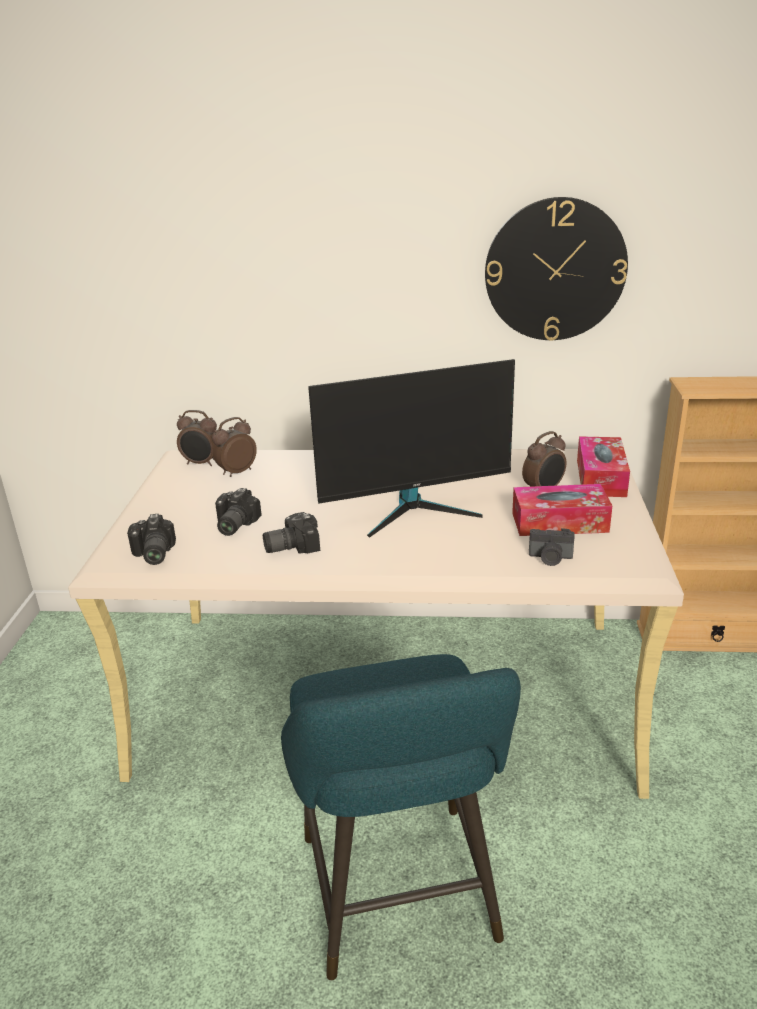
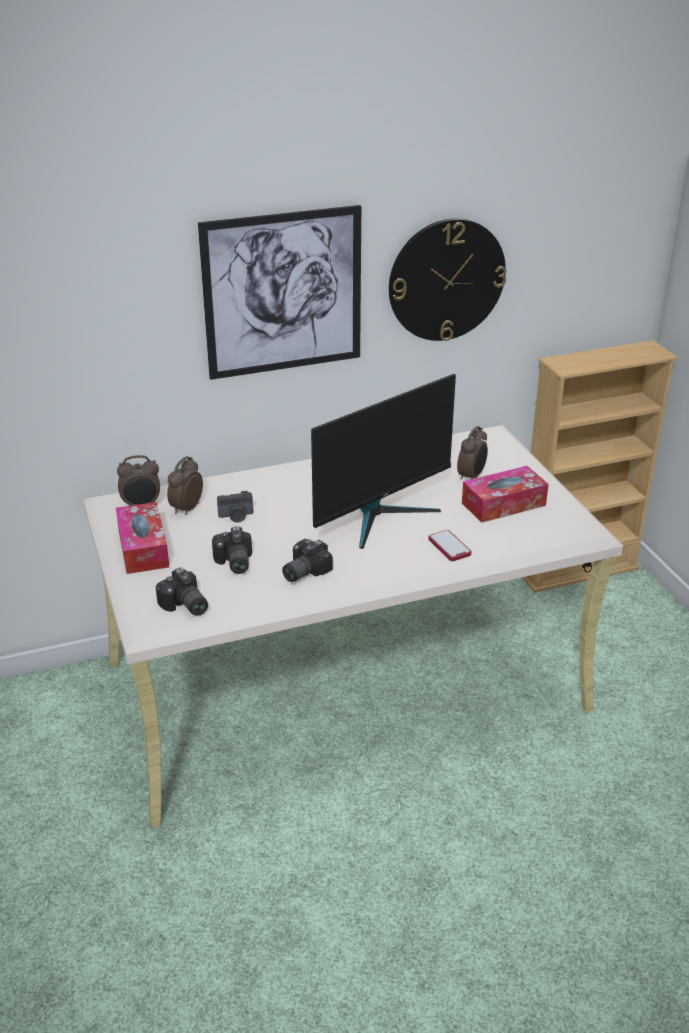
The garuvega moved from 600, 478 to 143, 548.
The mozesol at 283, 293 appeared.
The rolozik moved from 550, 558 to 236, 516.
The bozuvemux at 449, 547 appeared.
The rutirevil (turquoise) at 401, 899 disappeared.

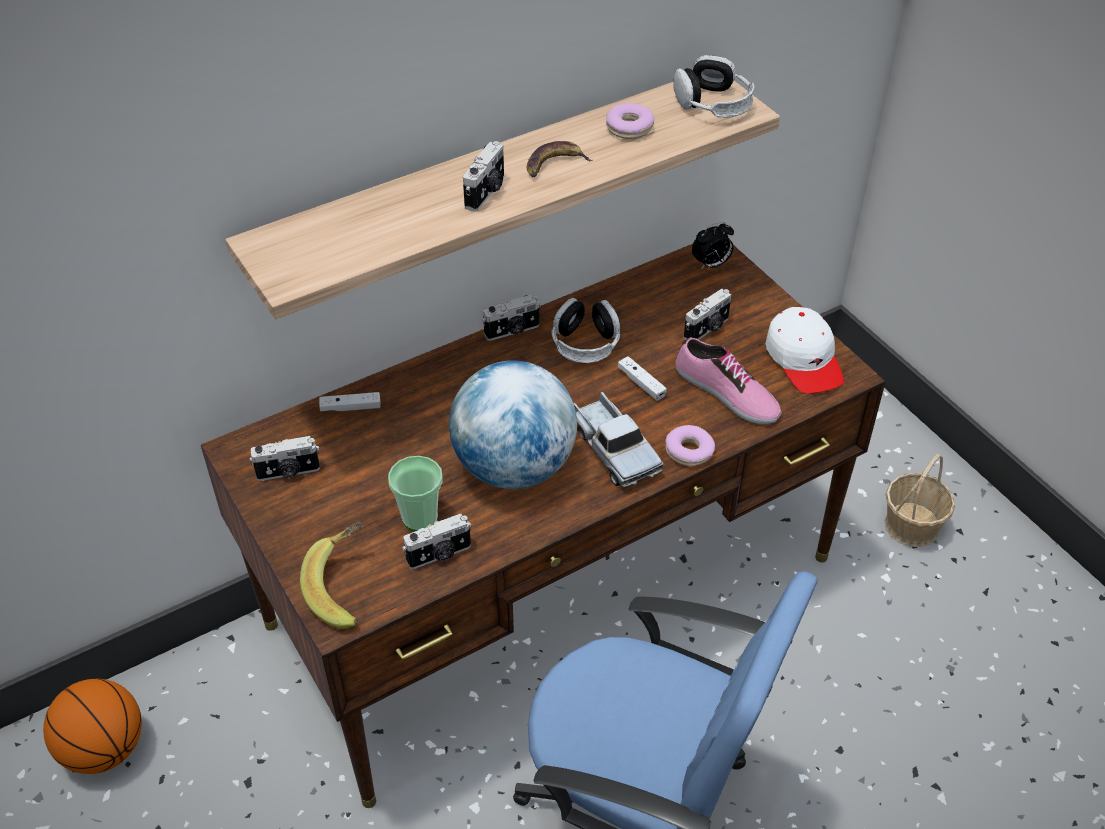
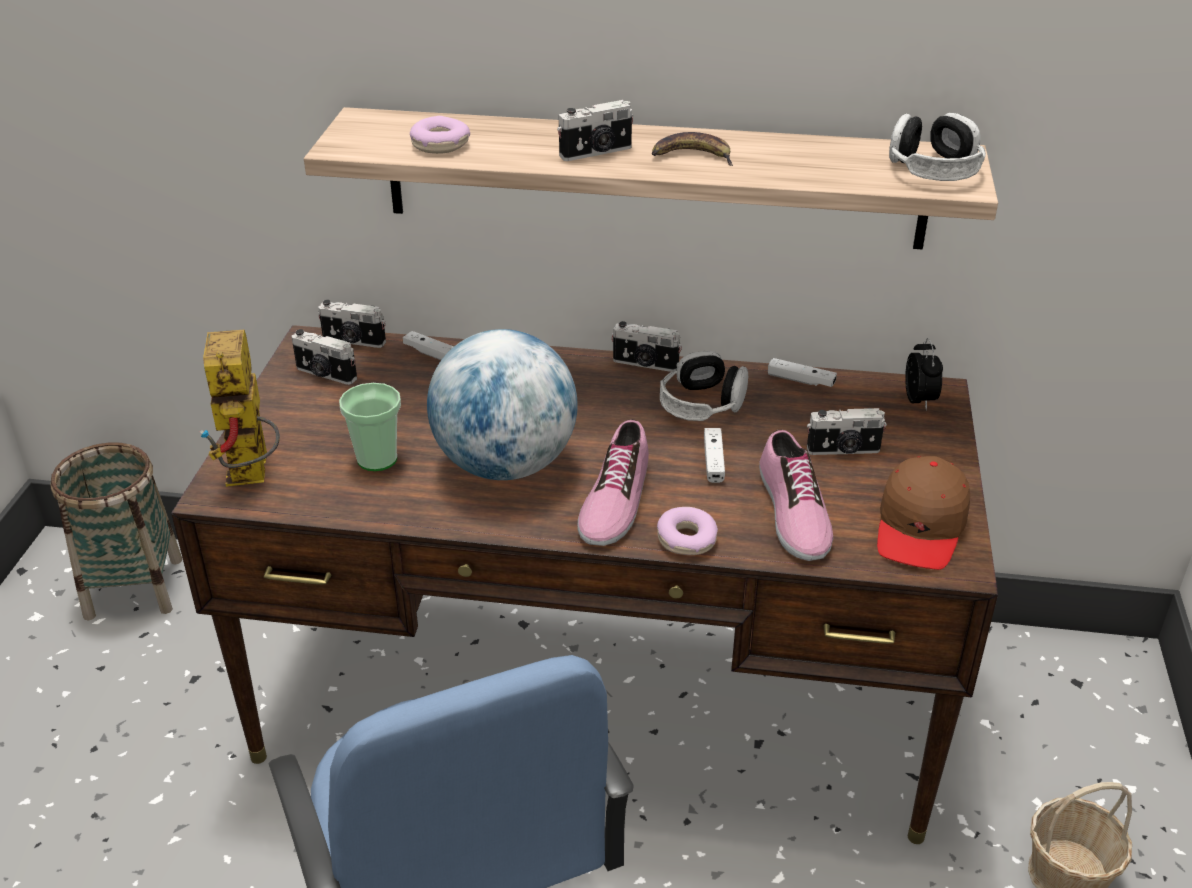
The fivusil at 104, 749 was replaced by the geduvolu at 134, 587.
The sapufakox at 346, 588 was replaced by the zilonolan at 253, 476.
The rolozik moved from 439, 555 to 353, 341.
The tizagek moved from 629, 128 to 440, 144.
The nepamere at 614, 450 was replaced by the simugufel at 614, 499.
The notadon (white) at 801, 380 appeared.
The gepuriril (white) at 804, 359 became the gepuriril (brown) at 920, 527.
The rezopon at 711, 265 turned 105 degrees counterclockwise.

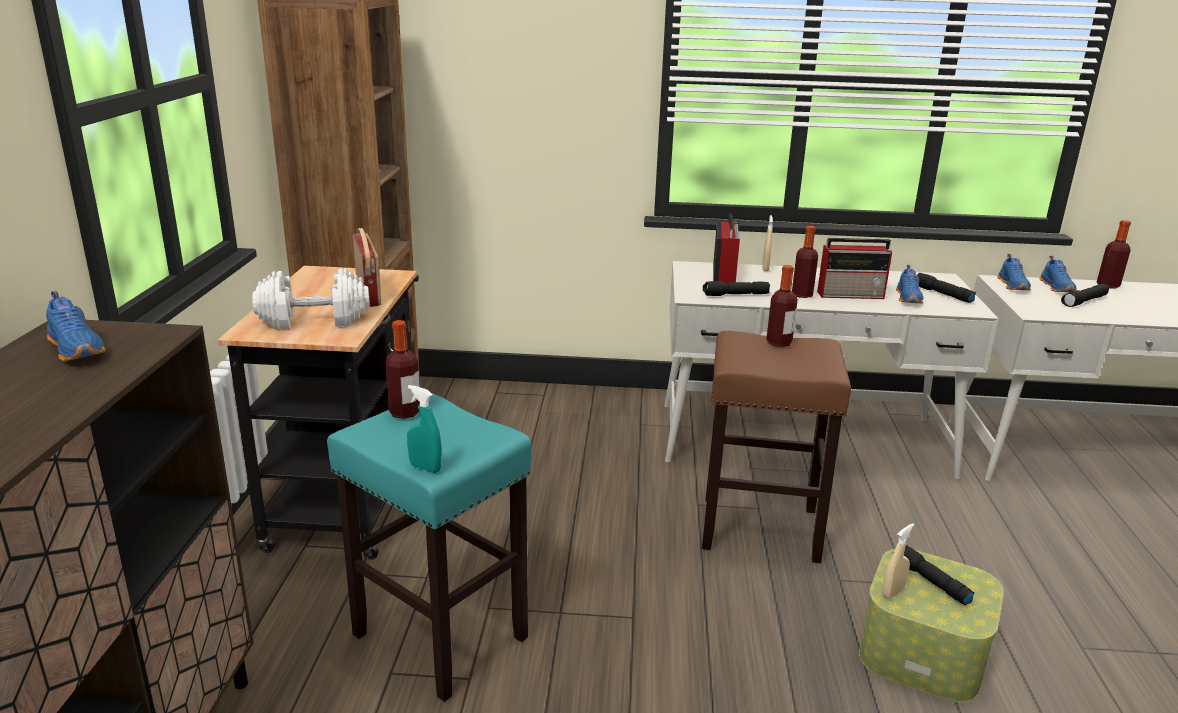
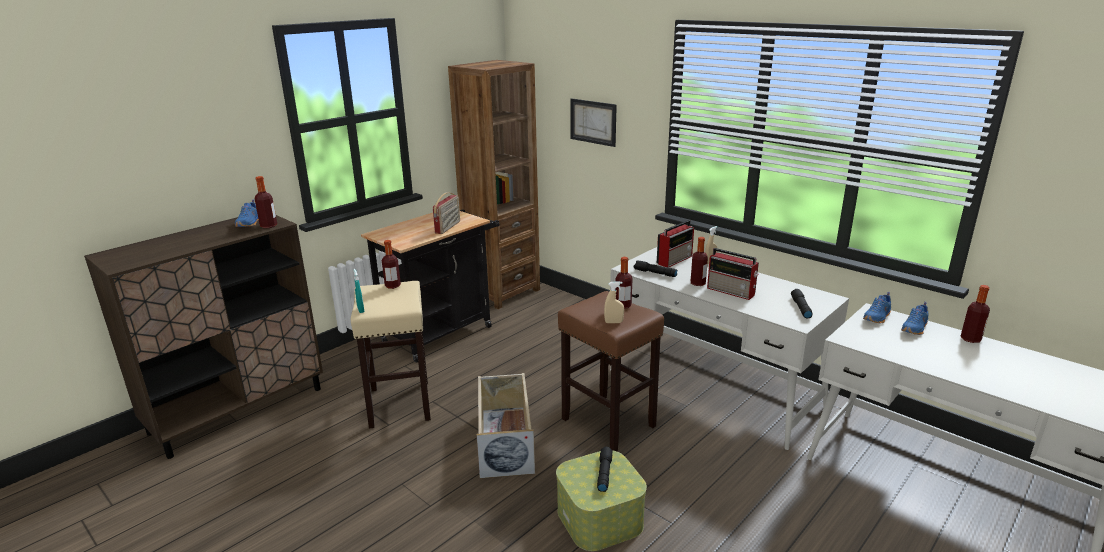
The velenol at 268, 226 appeared.
The rutirevil (turquoise) at 438, 635 became the rutirevil (beige) at 399, 403.
The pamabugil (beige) at 504, 441 appeared.
The mozesol at 593, 122 appeared.
The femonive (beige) moved from 892, 592 to 613, 322.
The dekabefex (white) at 314, 319 disappeared.
The simugufel (blue) at 909, 298 disappeared.
The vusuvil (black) at 1084, 302 disappeared.

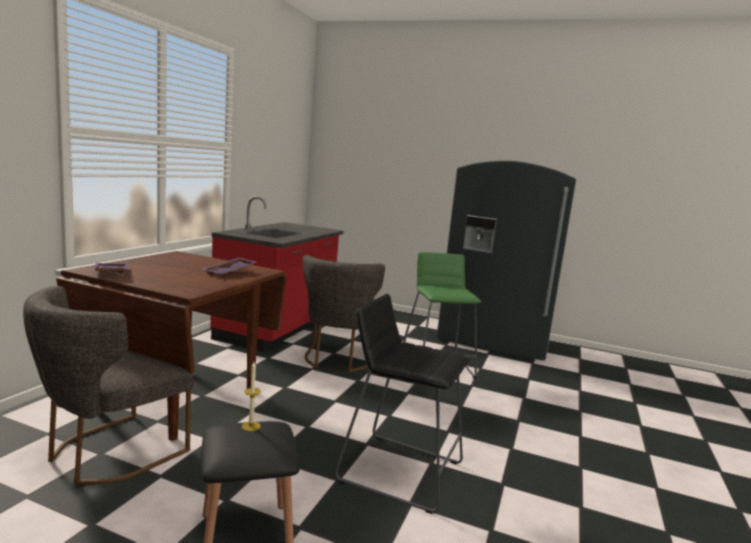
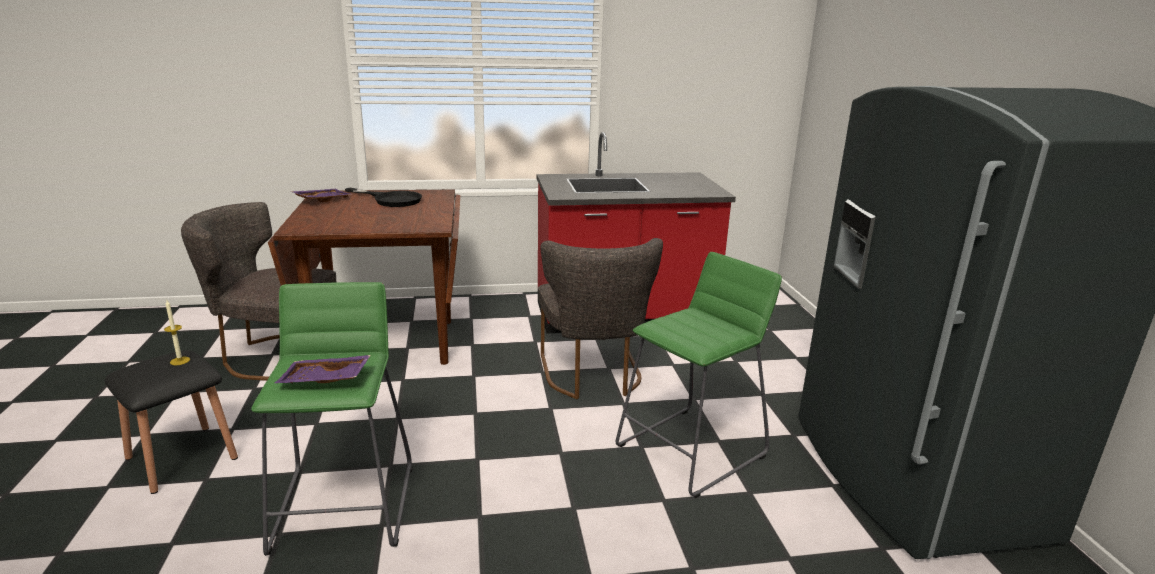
The rutirevil (black) at 400, 471 became the rutirevil (green) at 344, 507.
The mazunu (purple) moved from 230, 273 to 324, 380.
The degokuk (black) at 391, 200 appeared.
The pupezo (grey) at 337, 359 turned 75 degrees counterclockwise.

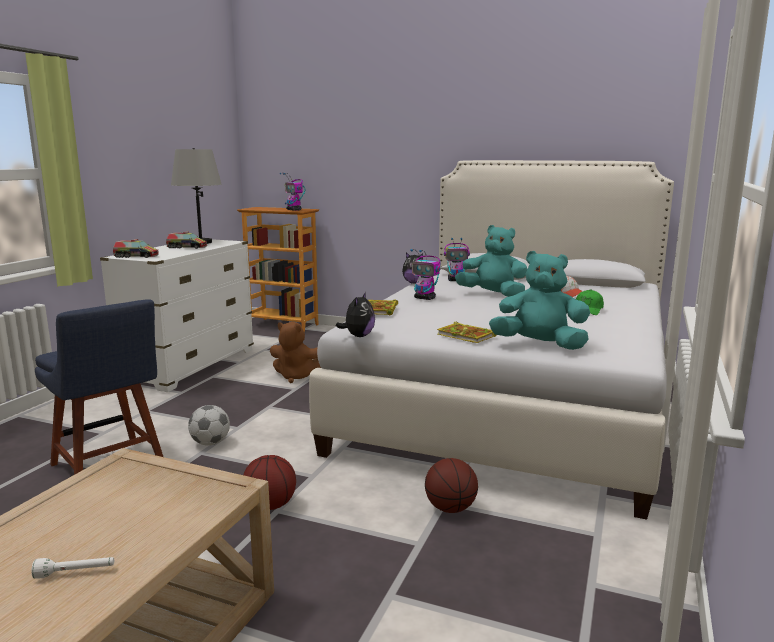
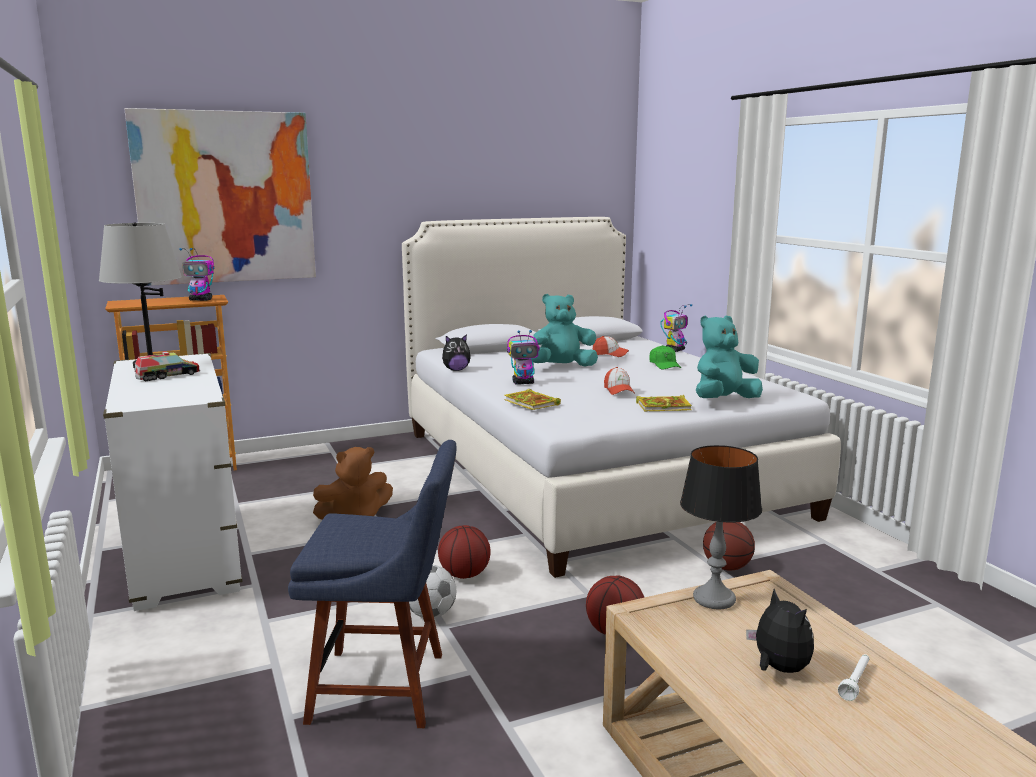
The mozesol at 225, 197 appeared.
The fivusil at 464, 575 appeared.
The gepuriril at 618, 390 appeared.
The zilonolan moved from 456, 280 to 675, 350.
The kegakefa at 714, 598 appeared.
The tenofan moved from 358, 336 to 778, 668.
The nepamere at 136, 256 disappeared.

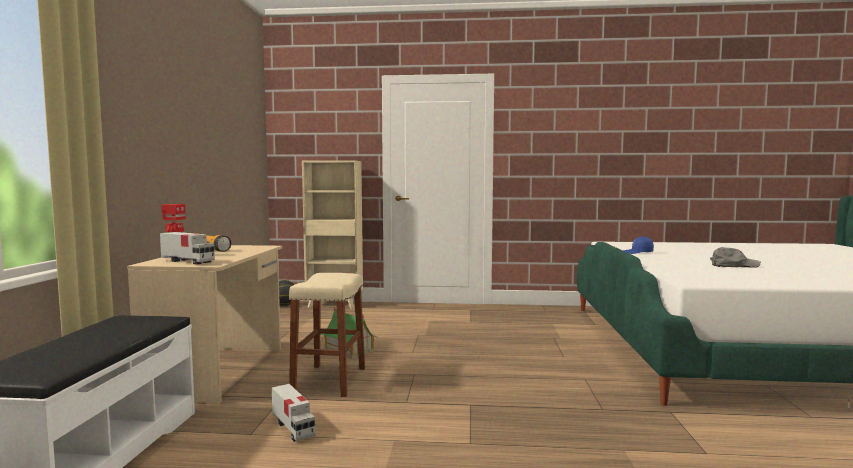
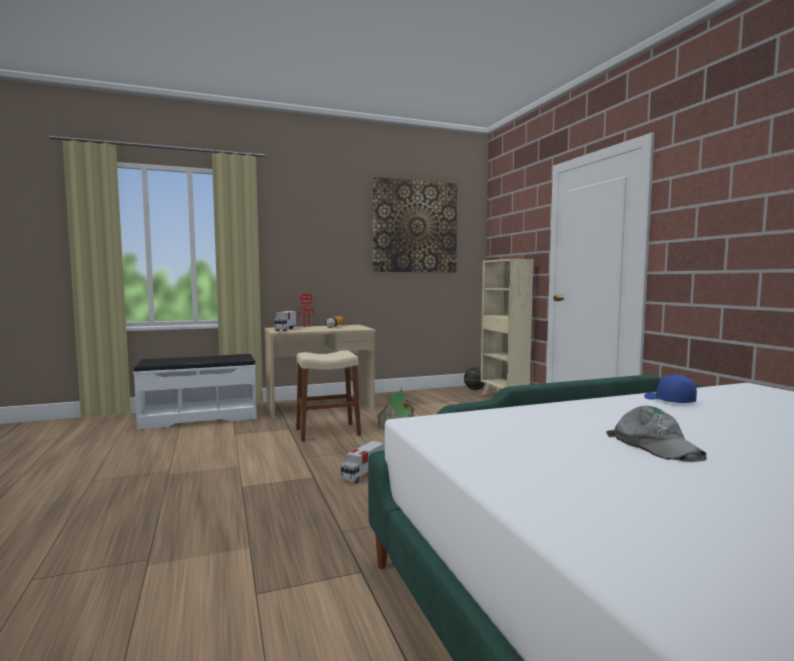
The nepamere moved from 293, 427 to 363, 474.
The mozesol at 415, 227 appeared.

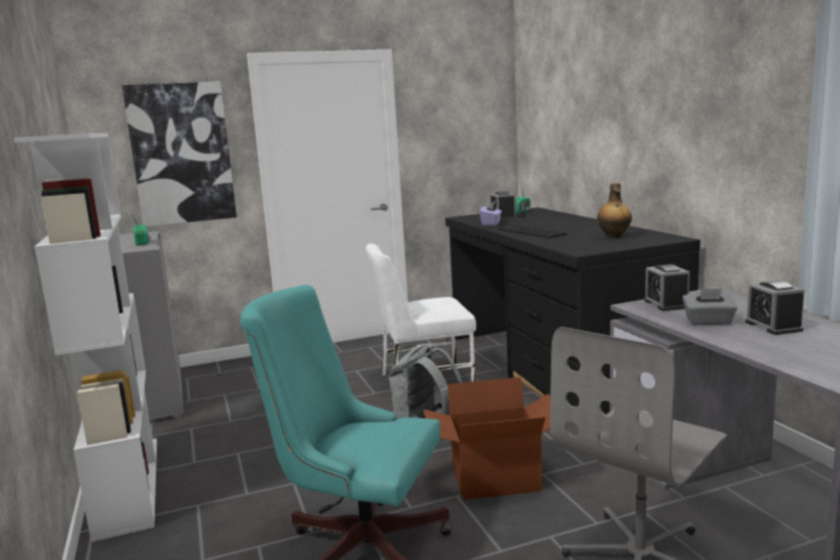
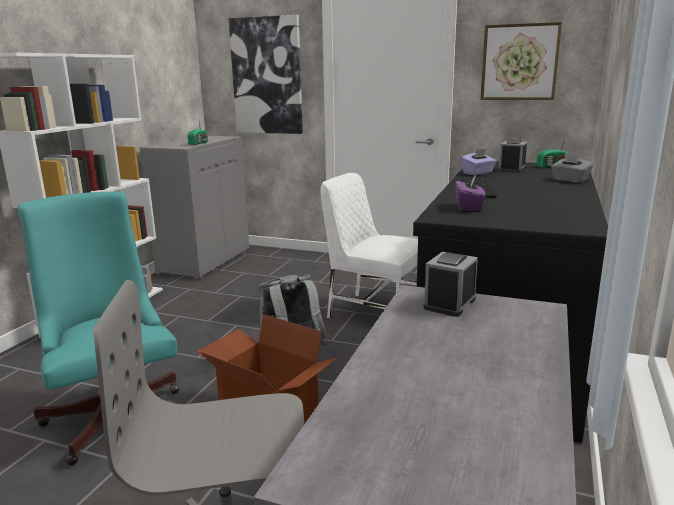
The garuvega (purple) at 469, 207 appeared.
The mozesol at 519, 62 appeared.
The garuvega (grey) moved from 708, 322 to 569, 180.
The velenol at 613, 237 disappeared.
The rezopon at 773, 326 disappeared.

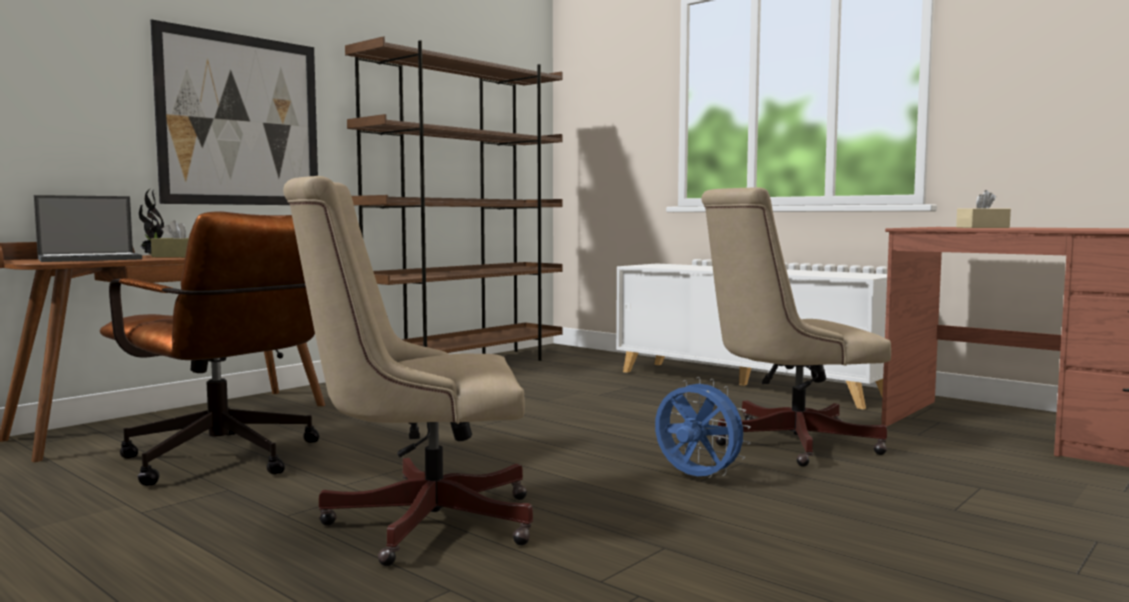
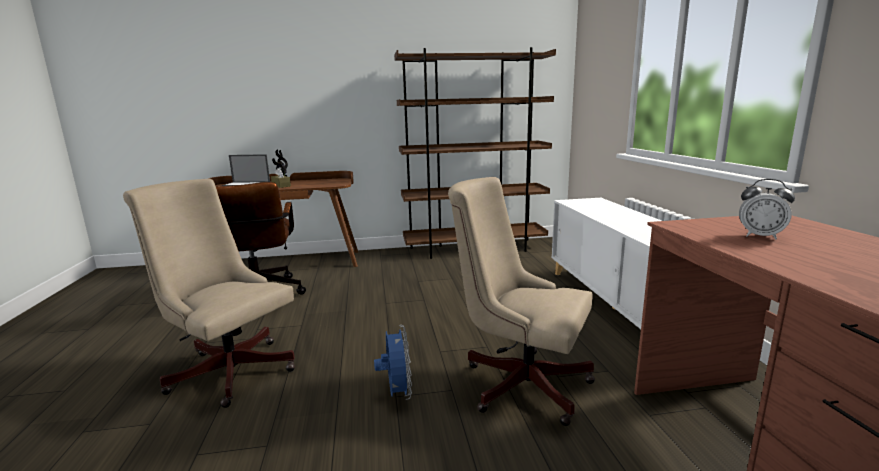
The garuvega (beige) at 982, 227 was replaced by the rezopon at 760, 236.
The mozesol at 241, 120 disappeared.

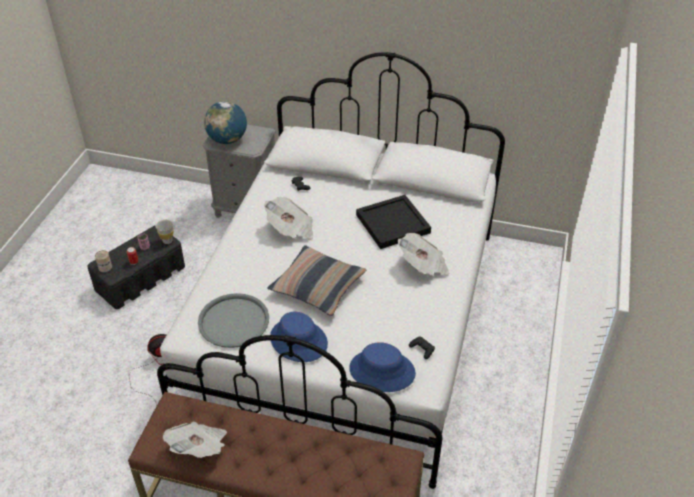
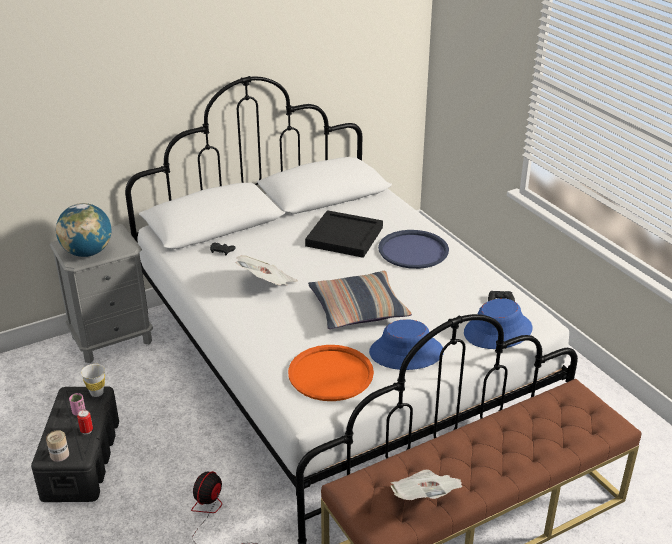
The mazunu (grey) at 234, 321 became the mazunu (orange) at 331, 374.
The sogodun at 423, 266 was replaced by the mazunu (blue) at 413, 250.

